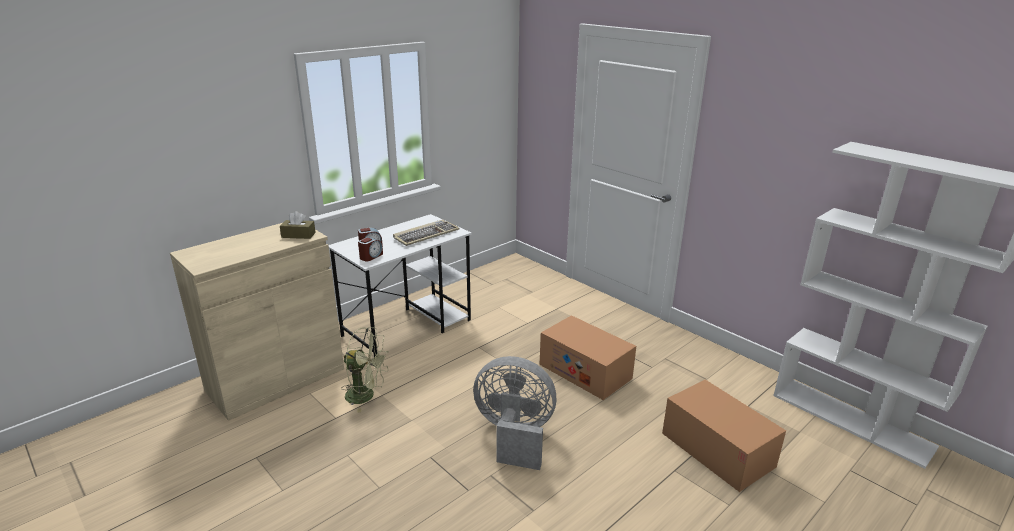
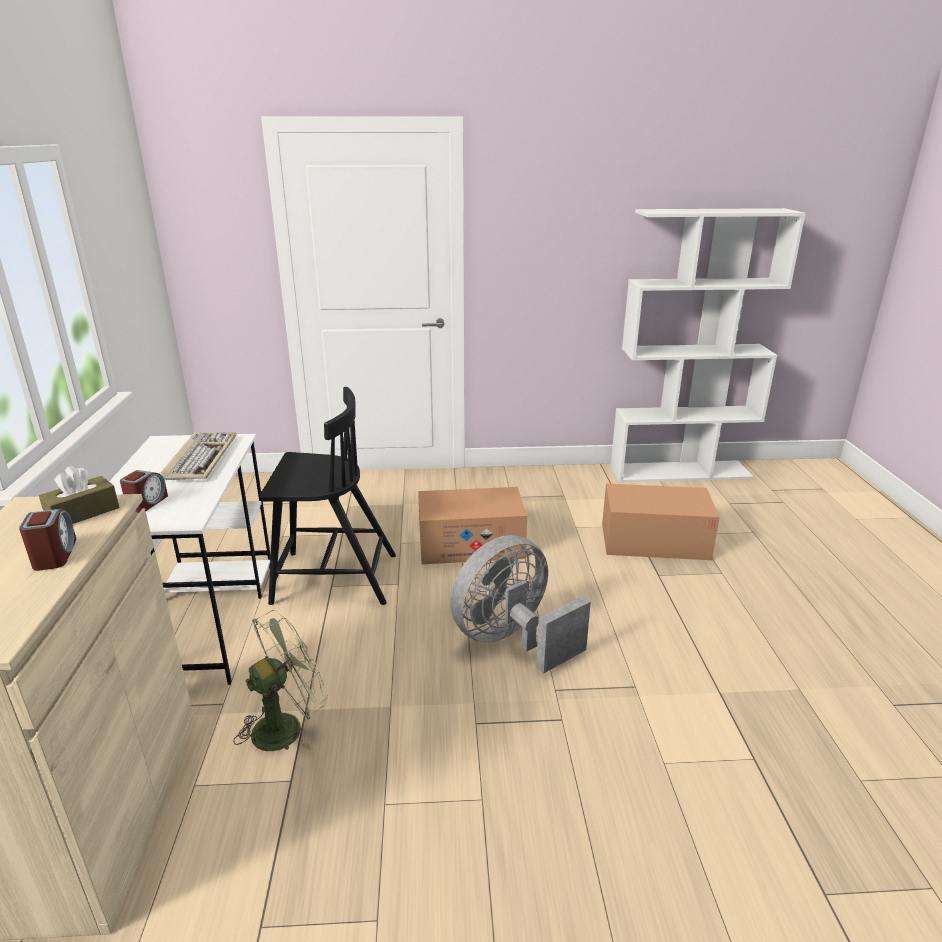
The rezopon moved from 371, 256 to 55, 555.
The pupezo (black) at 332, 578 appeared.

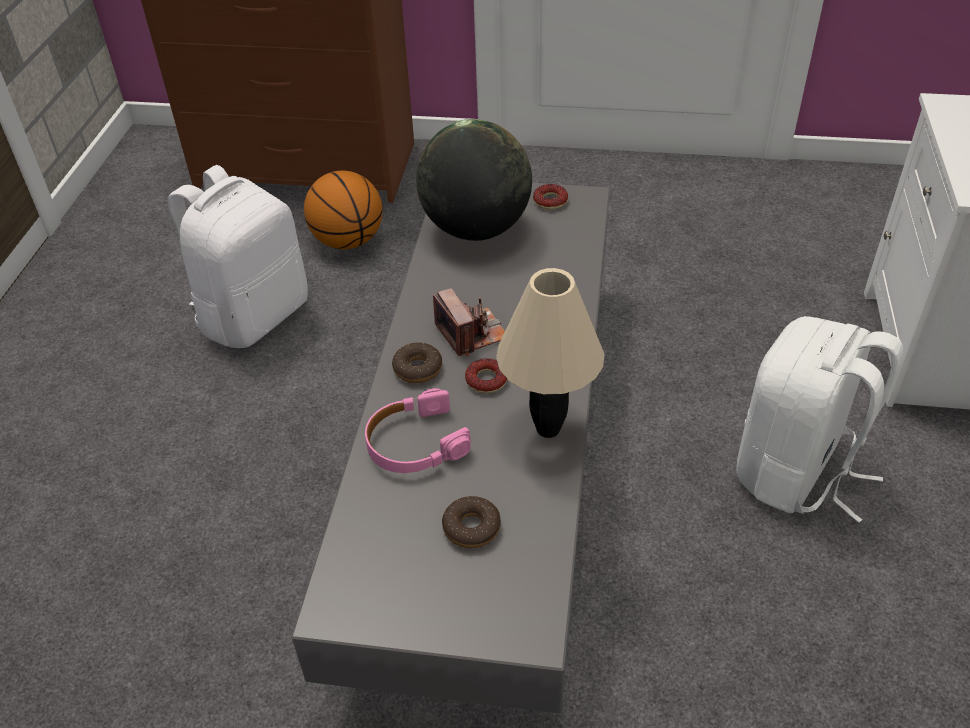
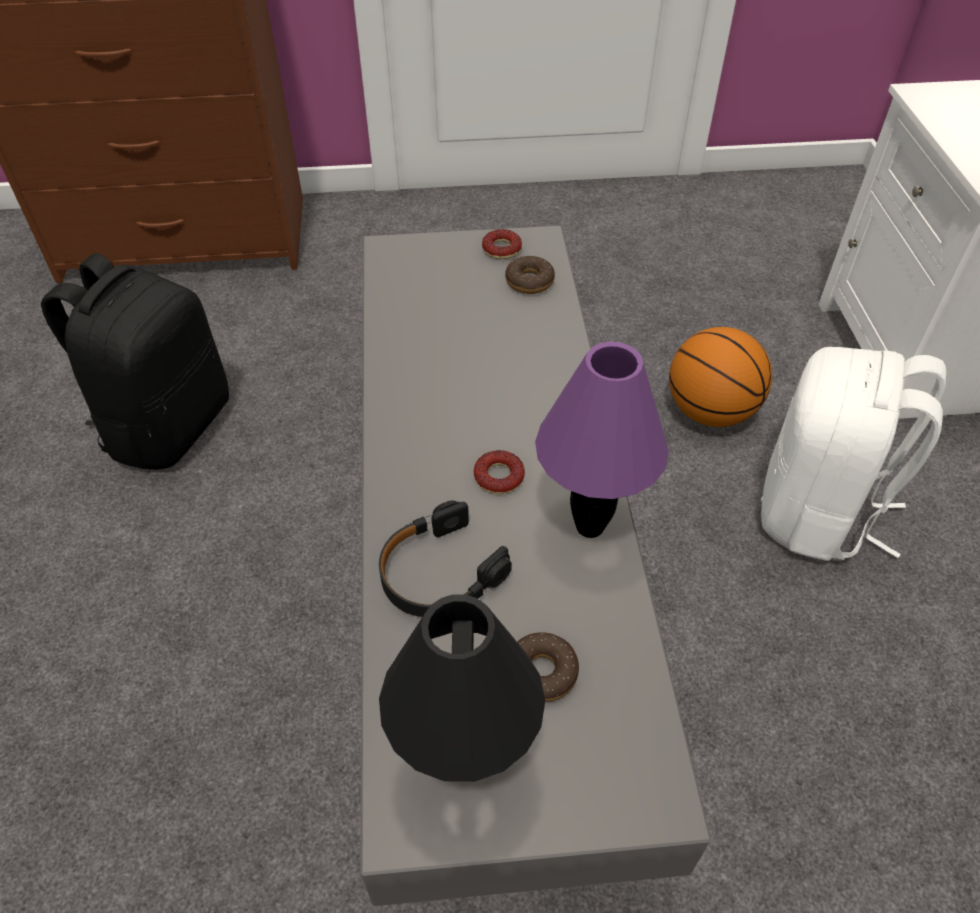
The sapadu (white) at 253, 315 became the sapadu (black) at 167, 425.
The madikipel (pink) at 415, 443 became the madikipel (black) at 439, 573.
The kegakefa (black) at 464, 765 appeared.
The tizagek moved from 417, 368 to 529, 281.
The kegakefa (beige) at 549, 429 became the kegakefa (purple) at 591, 527.
The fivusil moved from 348, 241 to 710, 411.
The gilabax at 476, 229 disappeared.
The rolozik at 471, 333 disappeared.

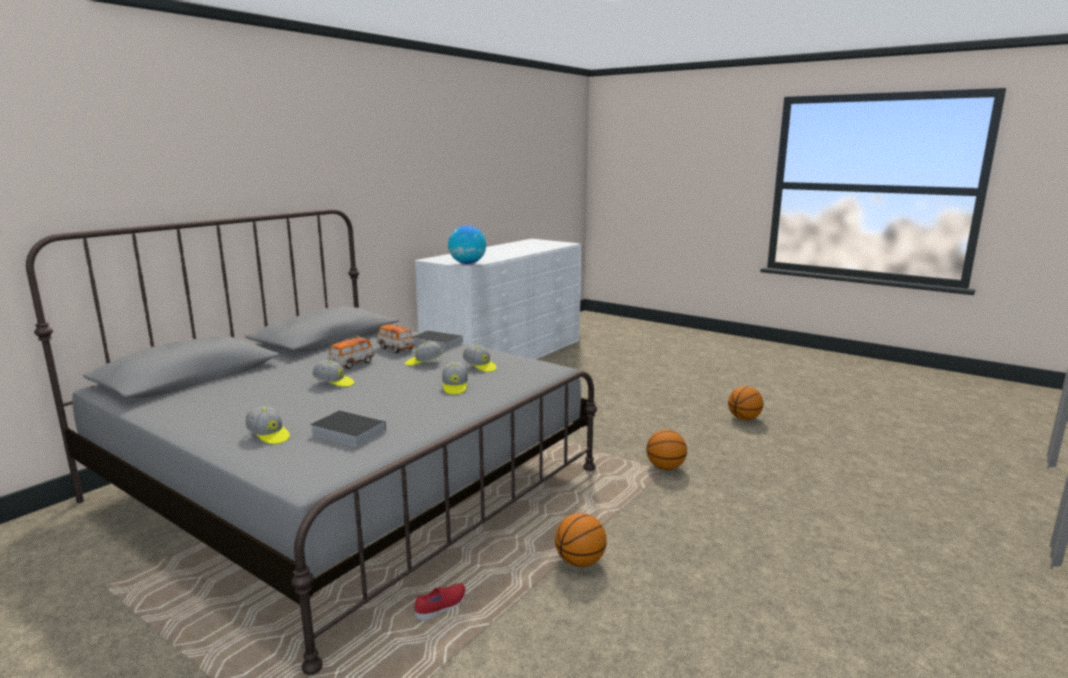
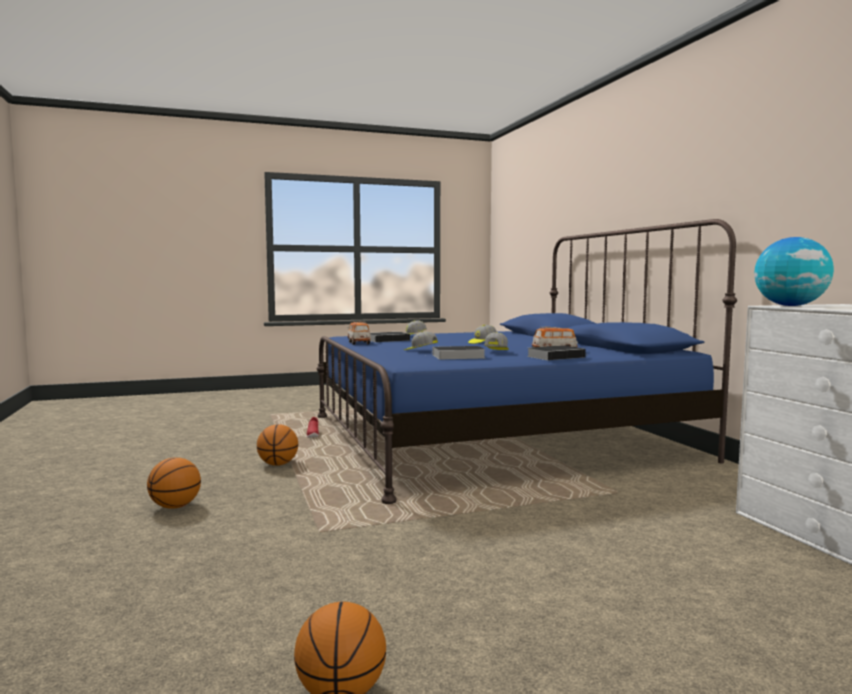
The fivusil moved from 665, 467 to 175, 506.
The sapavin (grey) at 346, 484 became the sapavin (blue) at 494, 437.
The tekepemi moved from 351, 364 to 359, 343.
The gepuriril at 480, 366 was replaced by the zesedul at 457, 356.

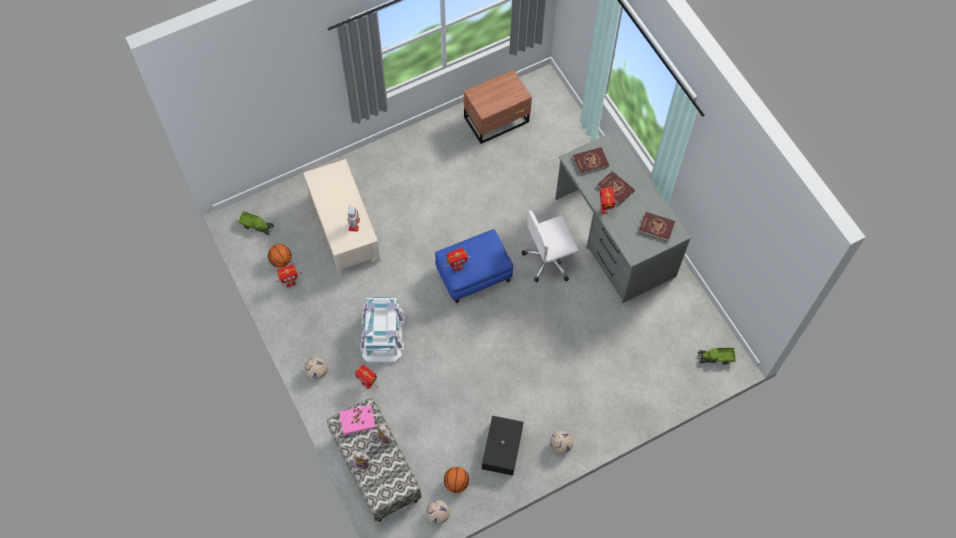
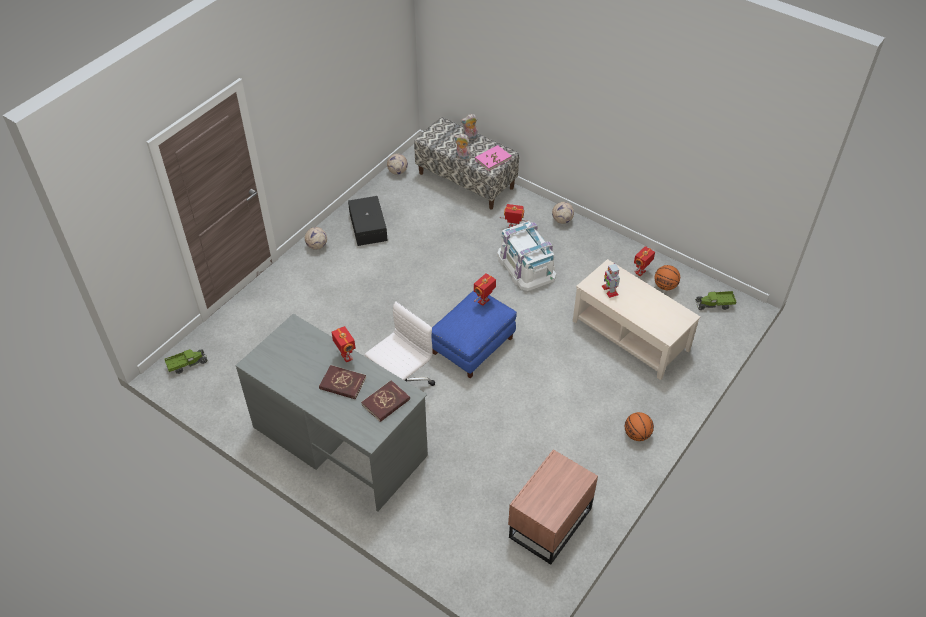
The fivusil moved from 456, 483 to 637, 434.
The zesedul (red) at 656, 227 disappeared.

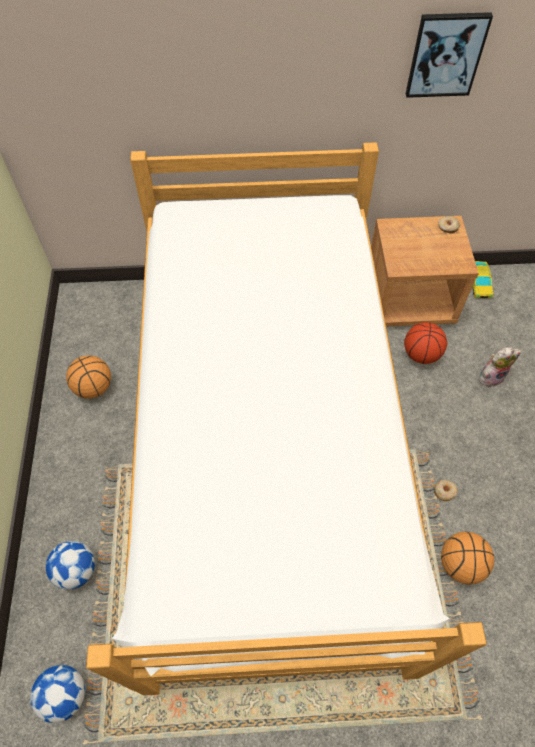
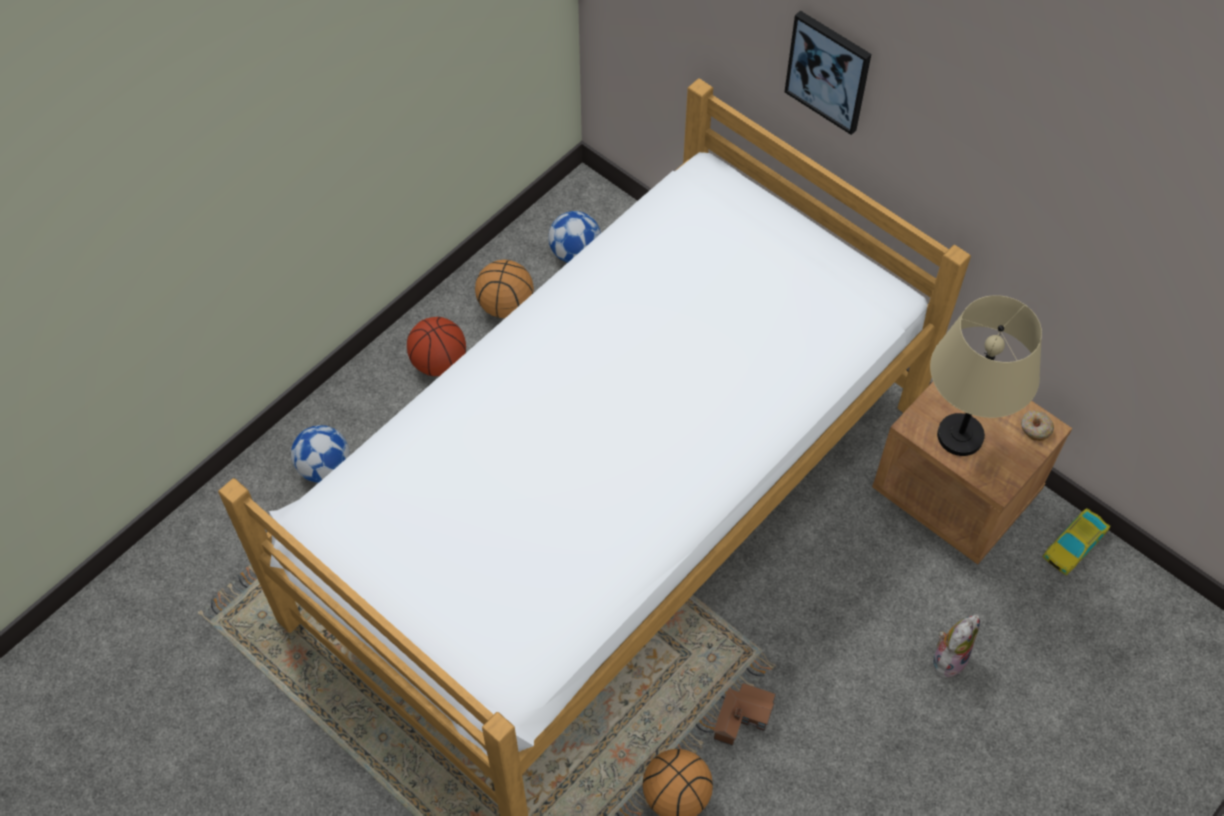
The fivusil moved from 421, 354 to 439, 363.
The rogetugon moved from 65, 695 to 575, 253.
The tizagek at 444, 491 was replaced by the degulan at 743, 718.
The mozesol moved from 446, 55 to 829, 71.
The kegakefa (beige) at 959, 436 appeared.
The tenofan at 491, 376 turned 75 degrees counterclockwise.

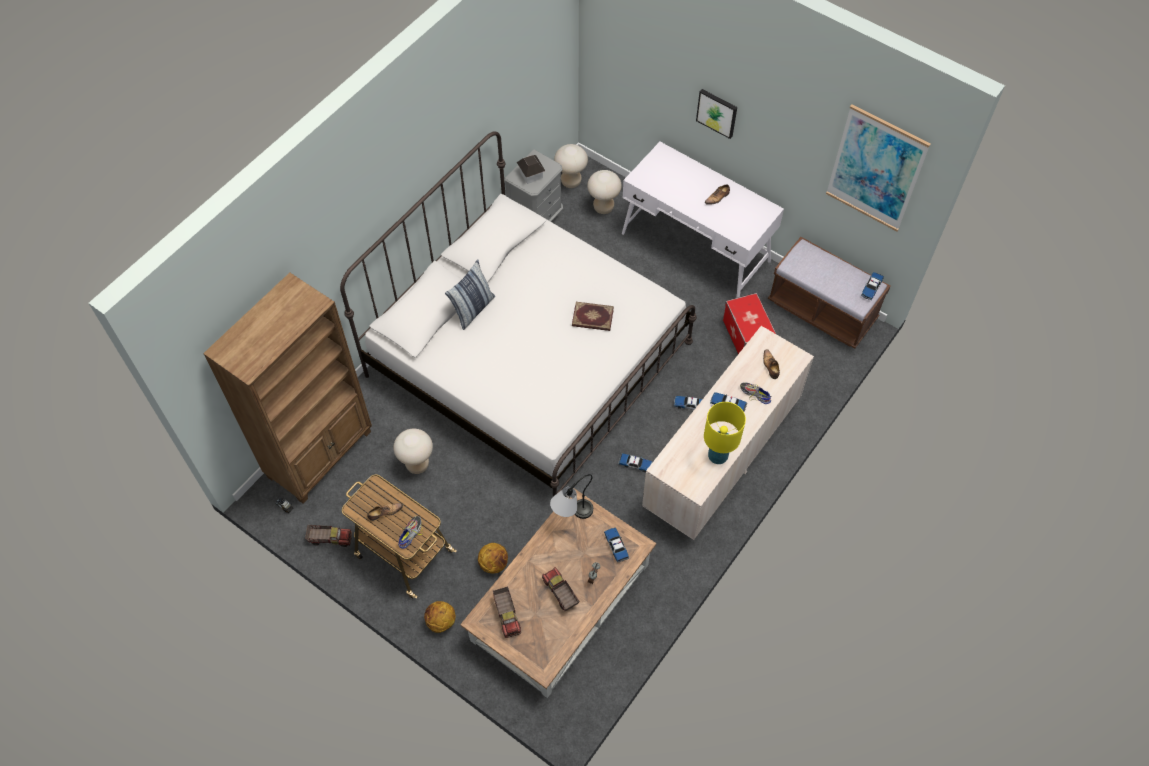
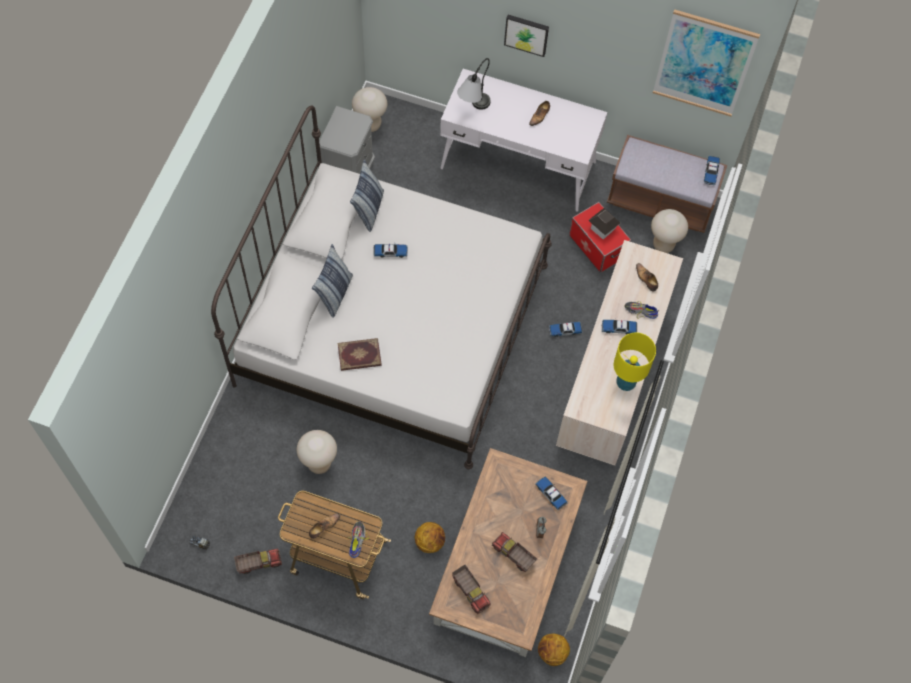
The zesedul moved from 592, 318 to 359, 356.
The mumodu at 368, 209 appeared.
The tekepemi moved from 635, 464 to 390, 252.
The kegakefa moved from 571, 516 to 473, 110.
The fivusil moved from 440, 622 to 552, 653.
The degulan moved from 531, 175 to 603, 228.
The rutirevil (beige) moved from 603, 207 to 663, 245.
The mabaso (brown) at 321, 454 disappeared.

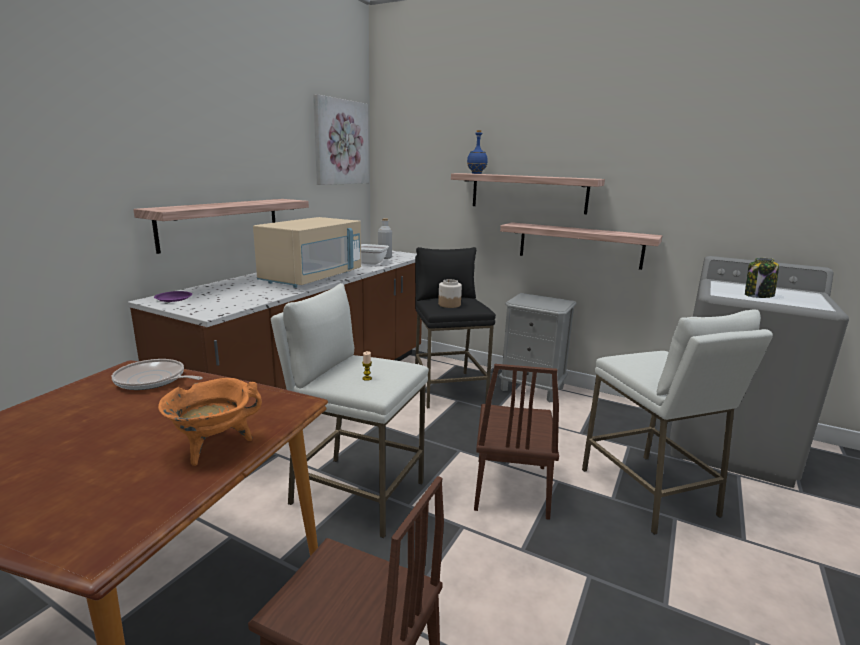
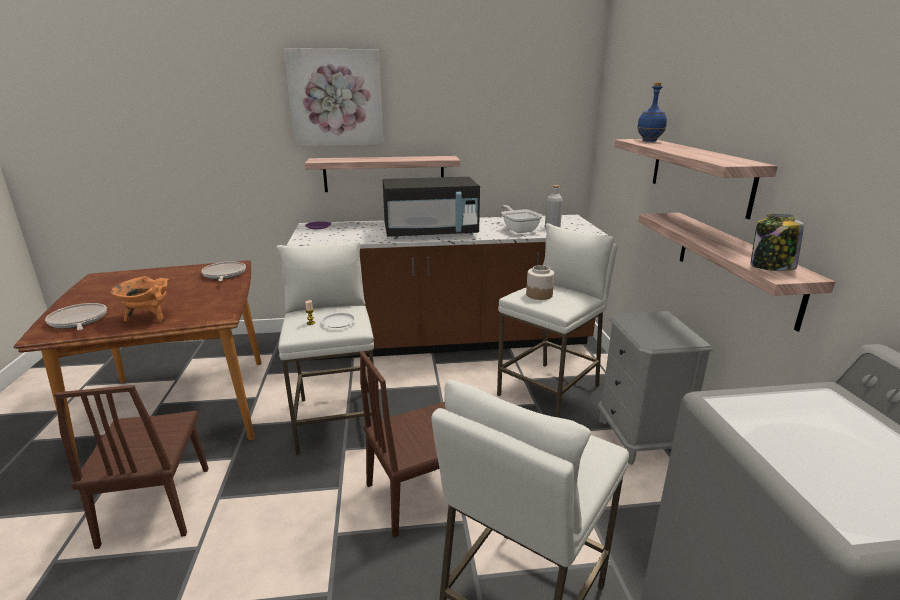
The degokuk at 78, 321 appeared.
The mozesol moved from 340, 142 to 336, 98.
The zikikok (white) at 338, 322 appeared.
The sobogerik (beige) at 313, 278 became the sobogerik (black) at 431, 233.
The rutirevil (black) at 448, 389 became the rutirevil (white) at 549, 390.
The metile moved from 758, 295 to 771, 267.

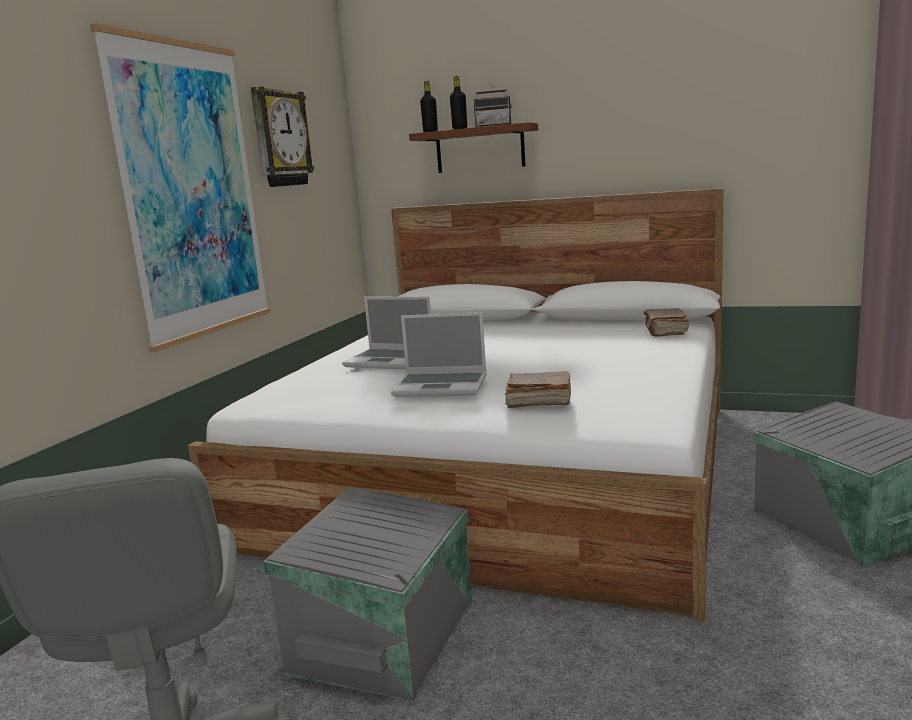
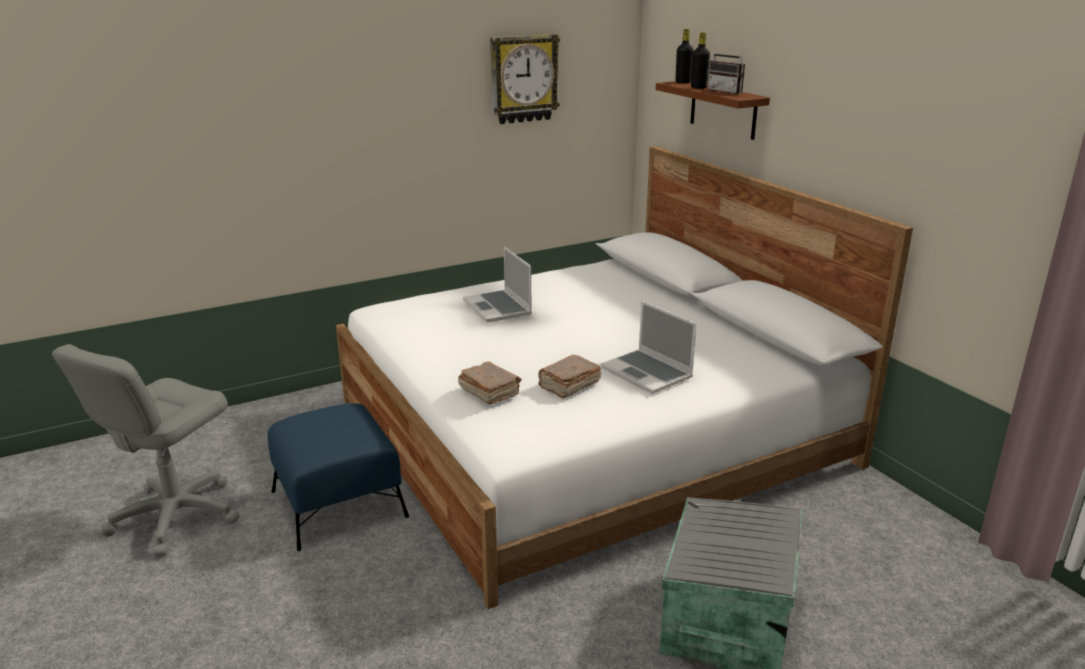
The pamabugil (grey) at 387, 635 was replaced by the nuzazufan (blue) at 338, 504.
The zesedul (brown) moved from 665, 331 to 568, 385.
The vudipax moved from 442, 386 to 648, 373.
The mozesol at 191, 191 disappeared.

